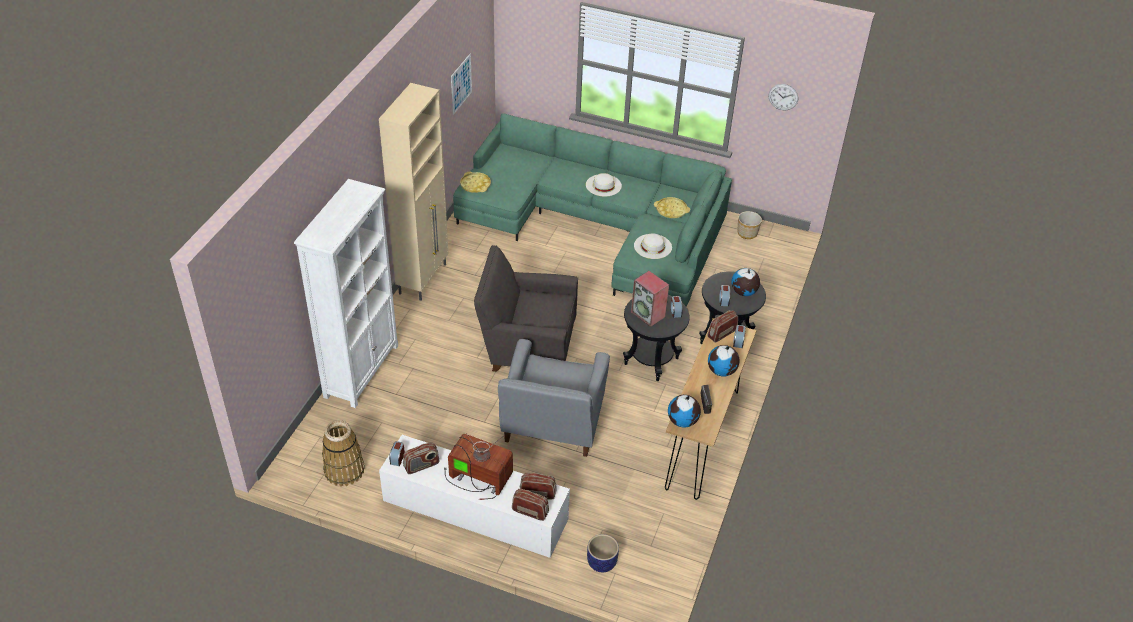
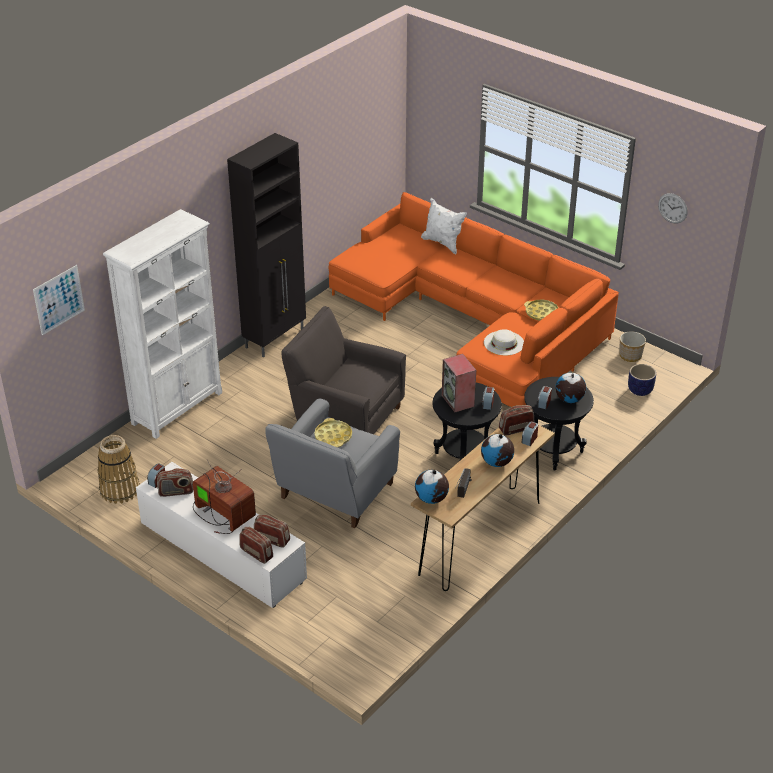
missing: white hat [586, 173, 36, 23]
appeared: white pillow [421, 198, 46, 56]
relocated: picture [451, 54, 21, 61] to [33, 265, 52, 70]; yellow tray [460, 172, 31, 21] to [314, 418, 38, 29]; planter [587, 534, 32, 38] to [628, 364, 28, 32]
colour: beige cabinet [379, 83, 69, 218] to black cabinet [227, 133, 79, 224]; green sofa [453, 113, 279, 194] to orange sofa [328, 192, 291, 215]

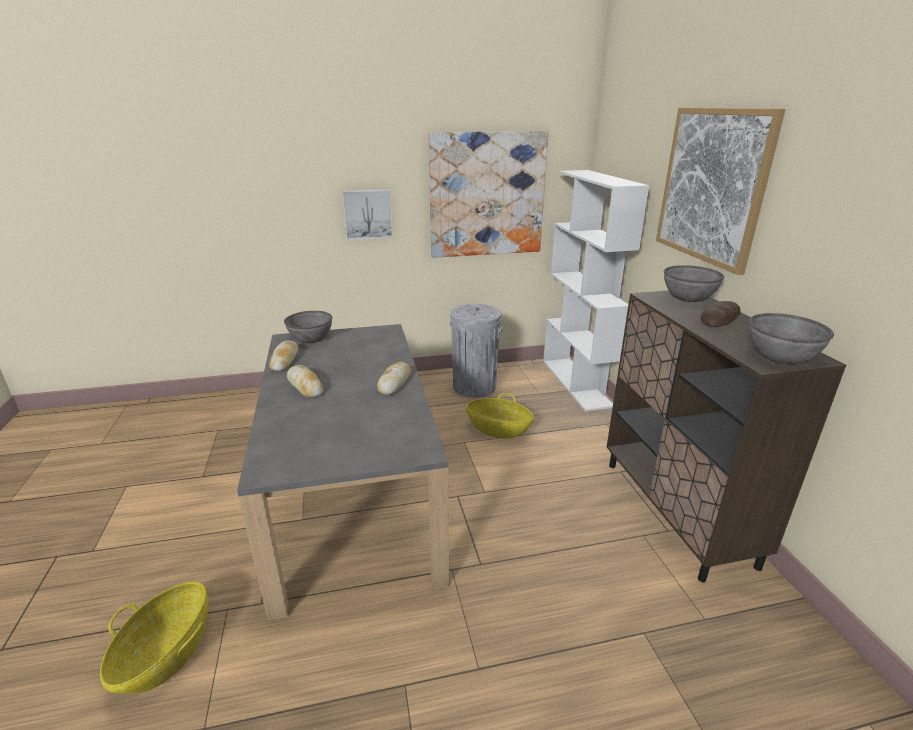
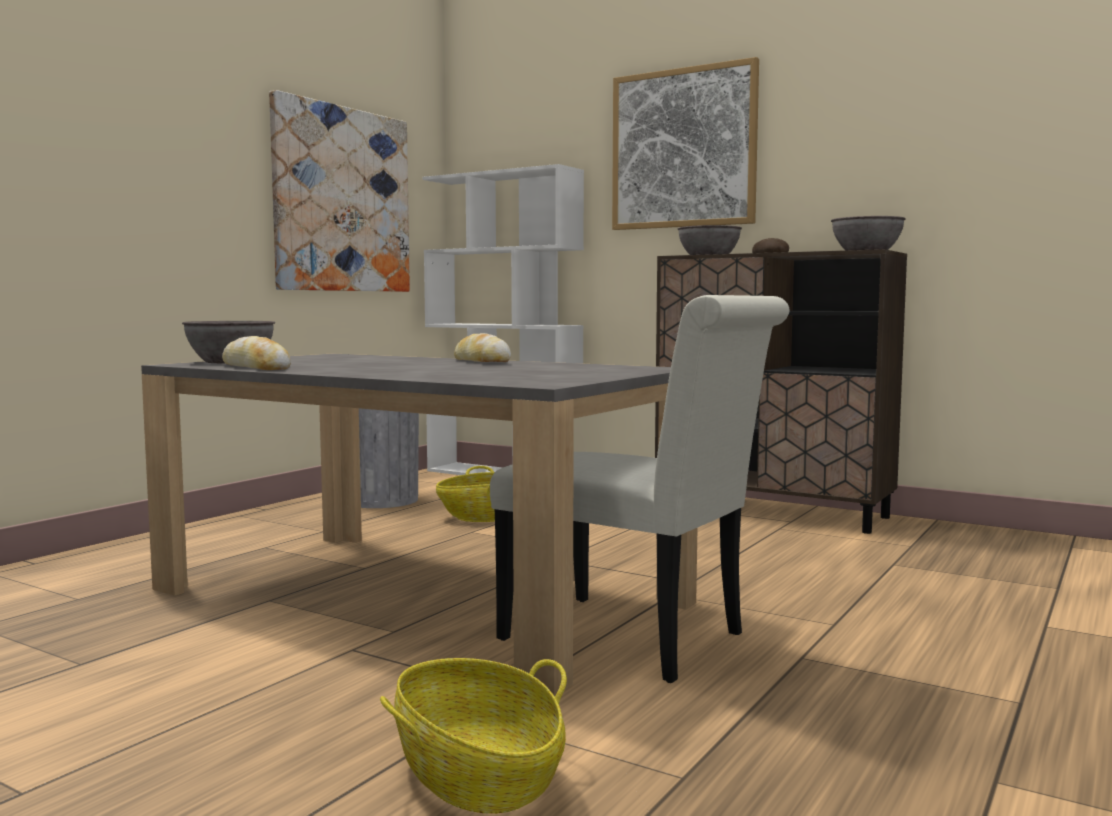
missing: bread [287, 365, 36, 33]; picture [342, 189, 51, 51]
appeared: white chair [490, 295, 299, 388]

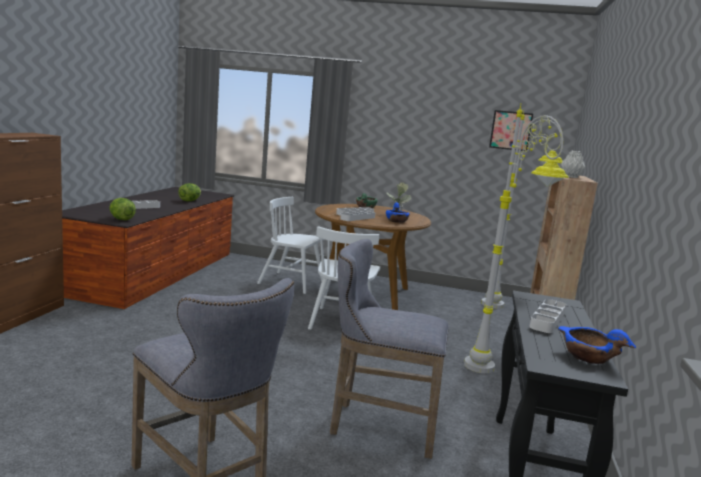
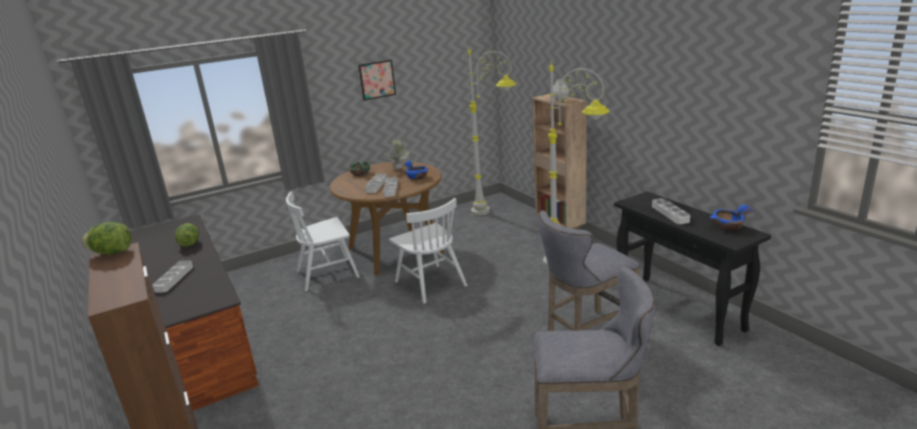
relocated: lettuce [109, 198, 27, 22] to [82, 222, 49, 33]; picture [489, 110, 44, 41] to [358, 60, 38, 41]

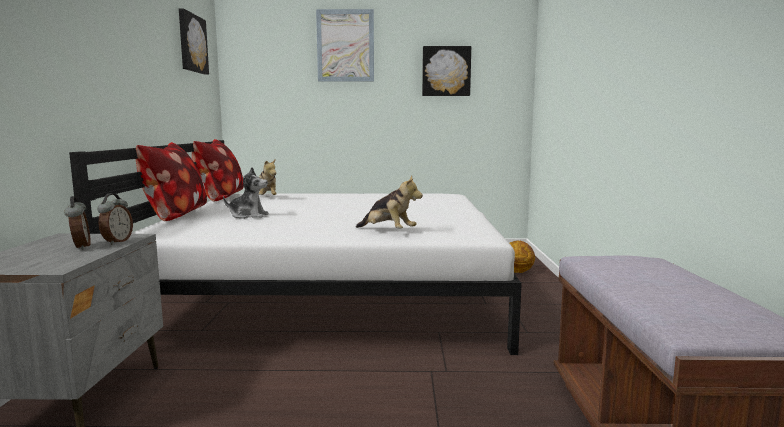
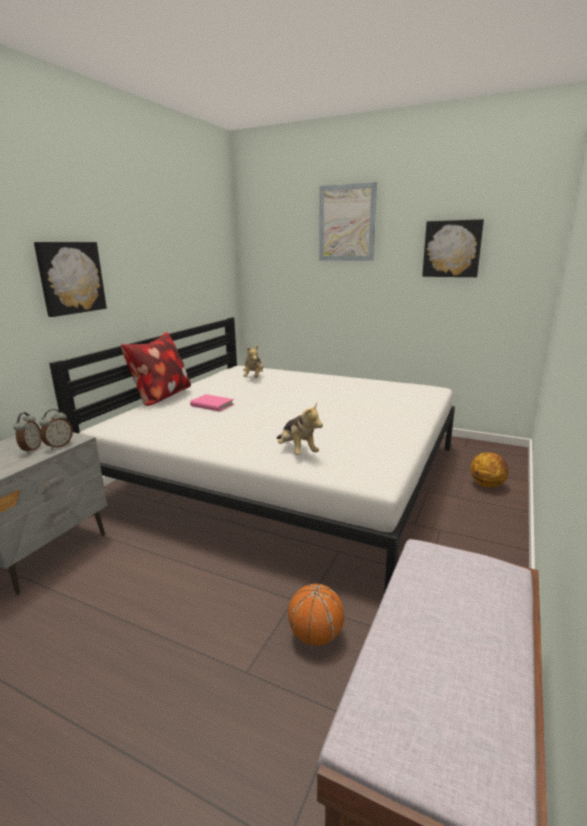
missing: pillow [192, 139, 52, 63]
appeared: basketball [288, 584, 56, 62]
relocated: picture [179, 9, 30, 66] to [34, 242, 73, 75]
exchanged: plush toy [223, 167, 46, 52] to pink book [190, 394, 44, 18]

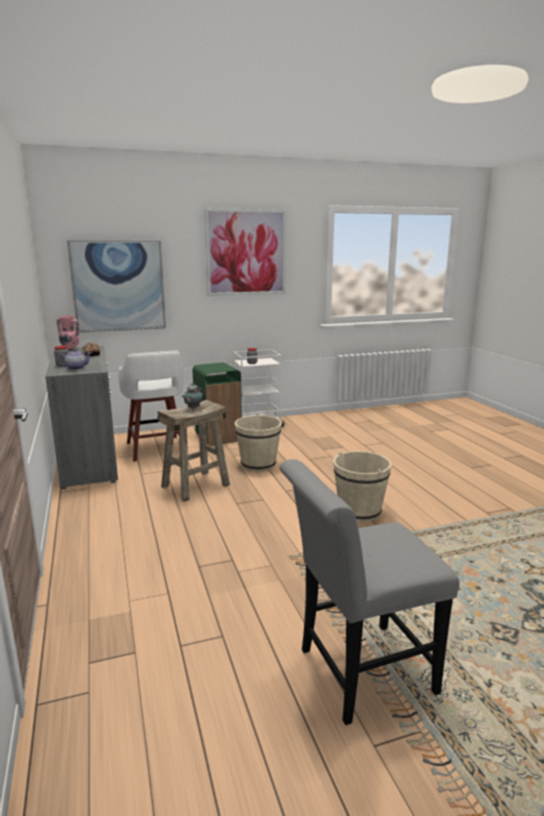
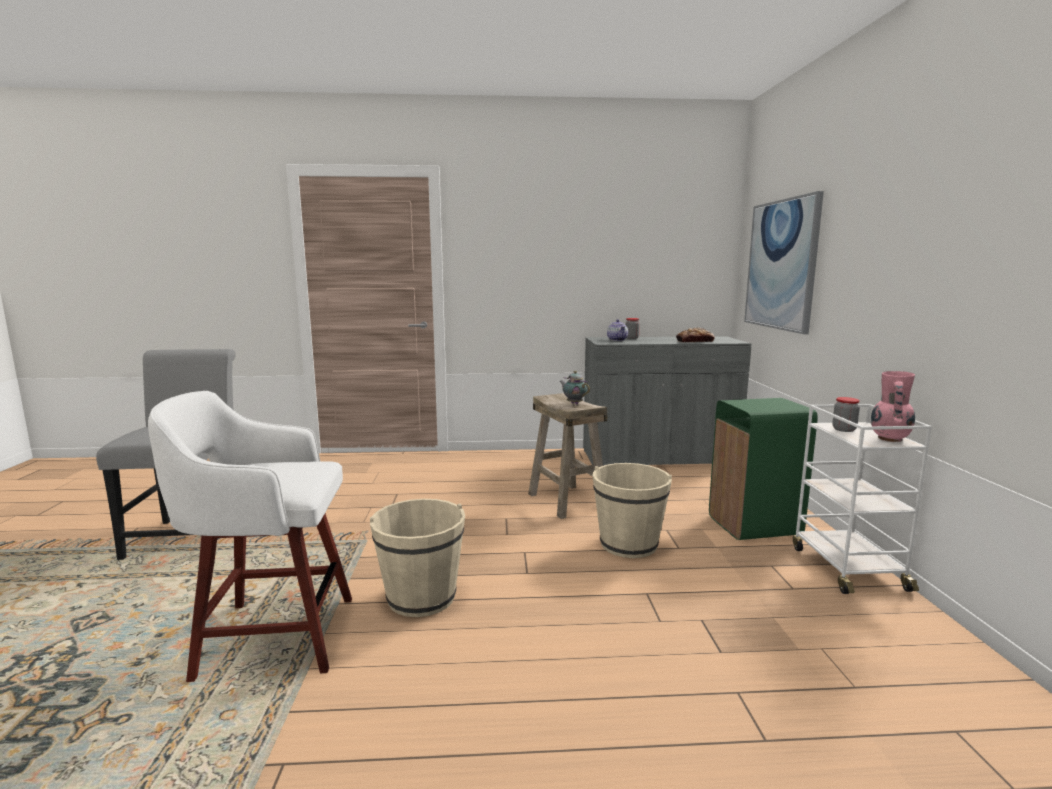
missing: picture [204, 208, 82, 88]
relocated: pink vase [57, 315, 23, 35] to [871, 371, 44, 71]; white stool [118, 351, 65, 110] to [148, 391, 204, 291]

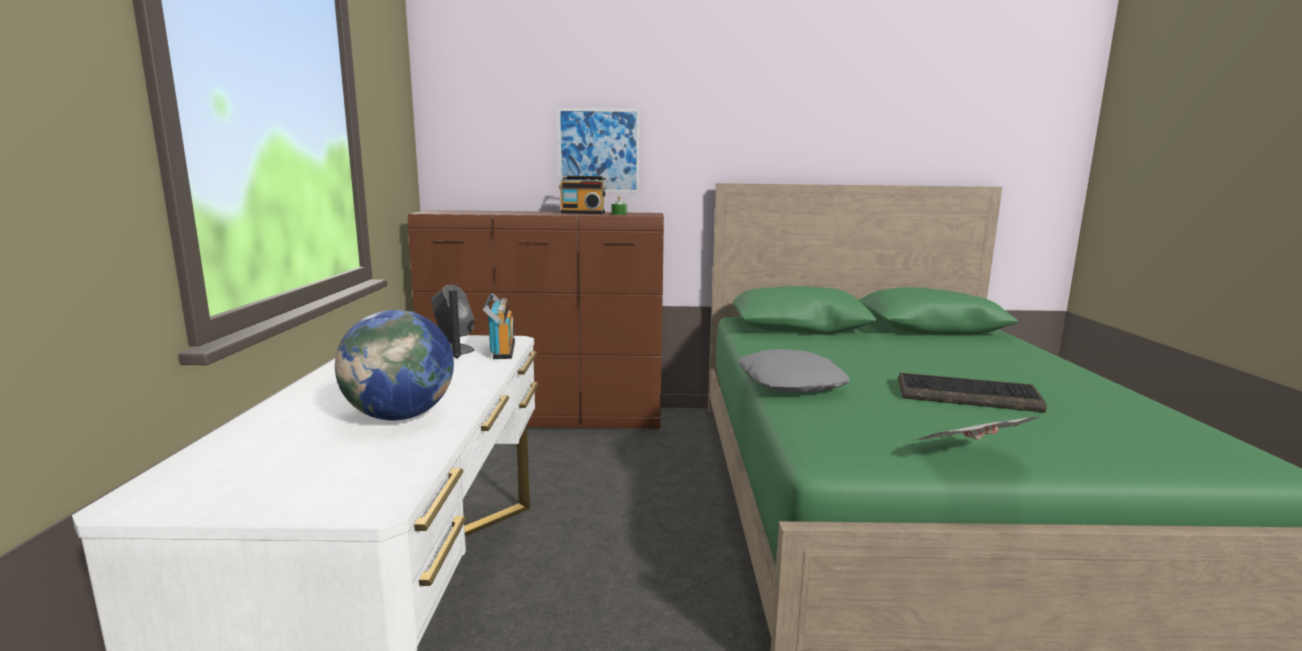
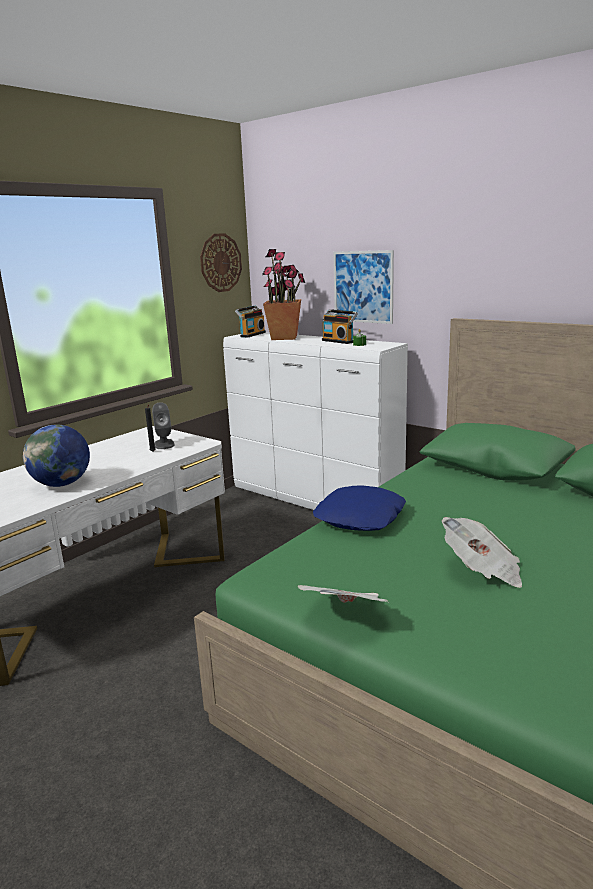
appeared: wall clock [200, 233, 42, 59]; potted plant [262, 249, 43, 91]
relocated: radio [483, 293, 32, 66] to [235, 305, 31, 32]
exchanged: keyboard [898, 373, 148, 39] to newspaper [442, 517, 80, 71]
colour: brown dresser [408, 210, 256, 219] to white dresser [223, 332, 185, 178]; grey pillow [738, 349, 111, 43] to blue pillow [313, 485, 93, 46]

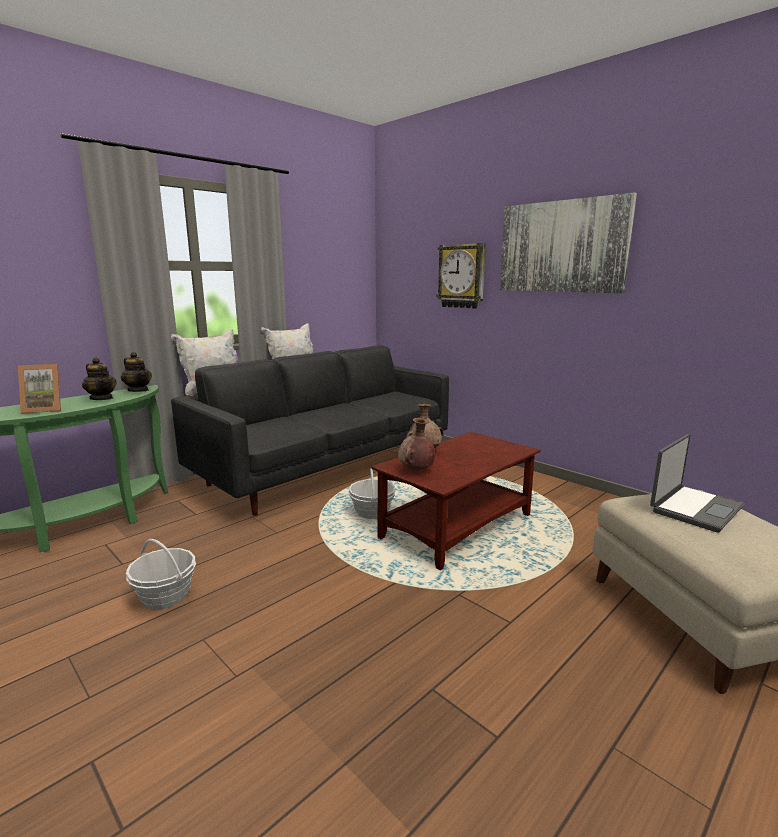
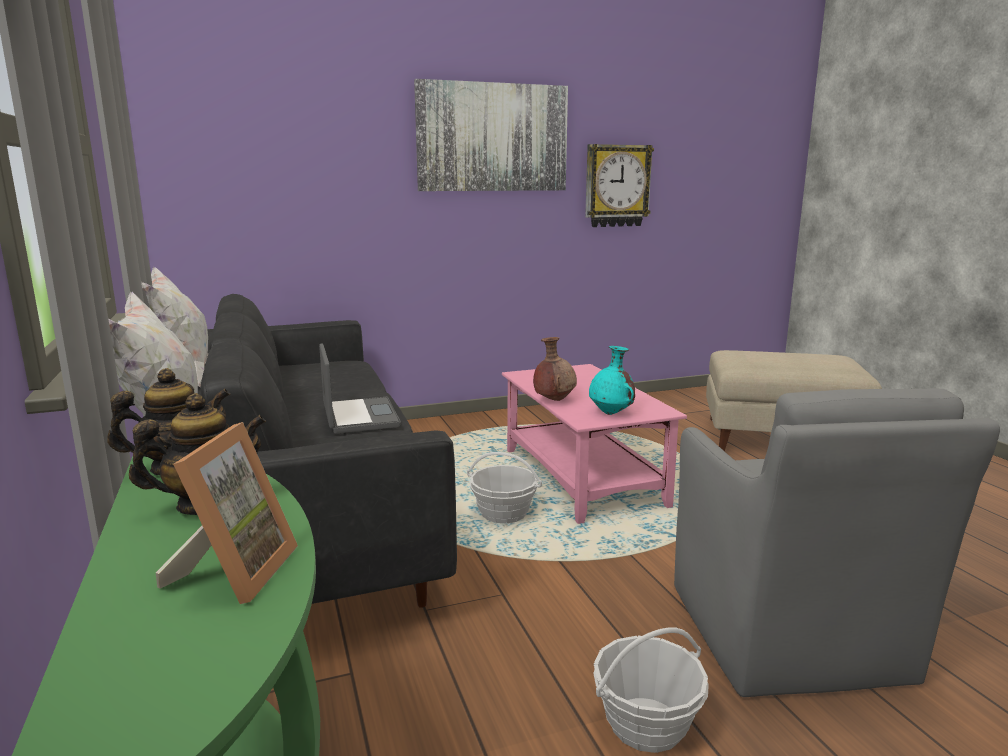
appeared: grey armchair [674, 388, 326, 309]
relocated: wall clock [436, 243, 50, 66] to [585, 144, 69, 83]; laptop [650, 434, 95, 99] to [319, 344, 82, 90]
colour: brown coffee table [371, 432, 170, 138] to pink coffee table [502, 364, 185, 160]; brown vase [398, 418, 37, 53] to turquoise vase [589, 346, 46, 69]

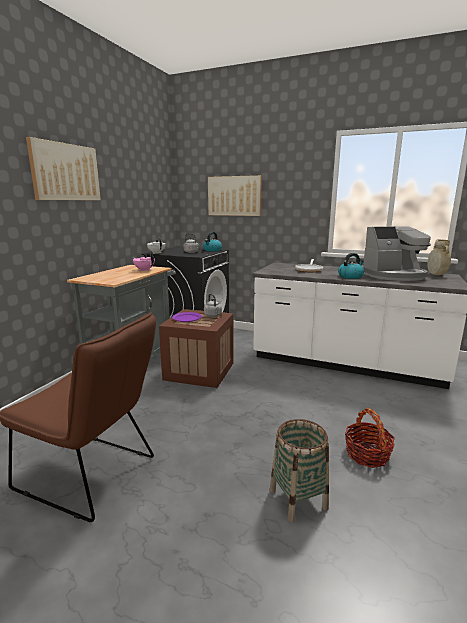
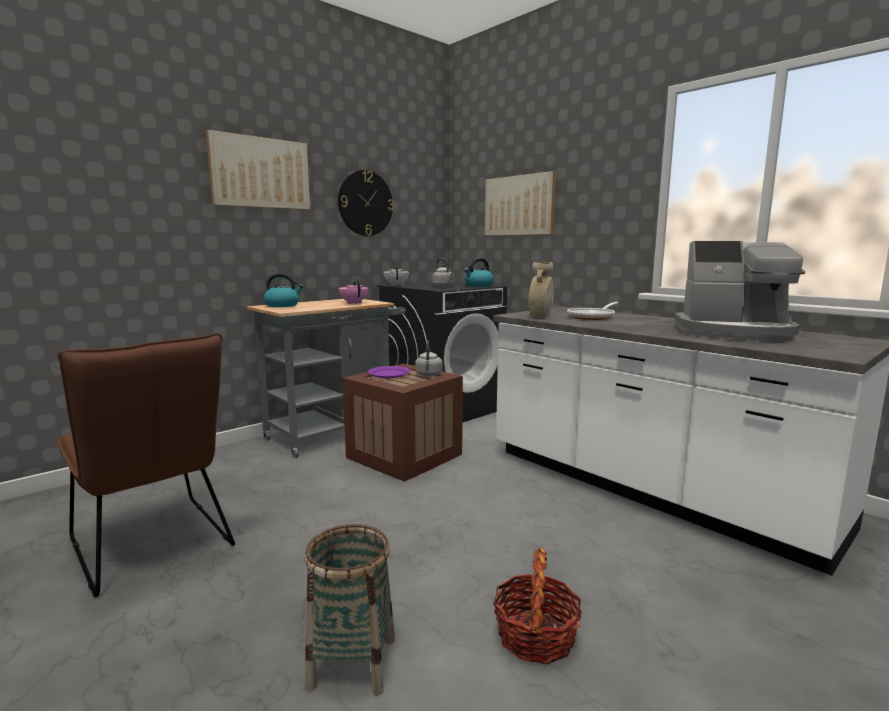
appeared: wall clock [338, 170, 56, 66]
relocated: kettle [338, 253, 26, 26] to [264, 273, 39, 34]; beige vase [427, 239, 24, 36] to [529, 262, 25, 56]

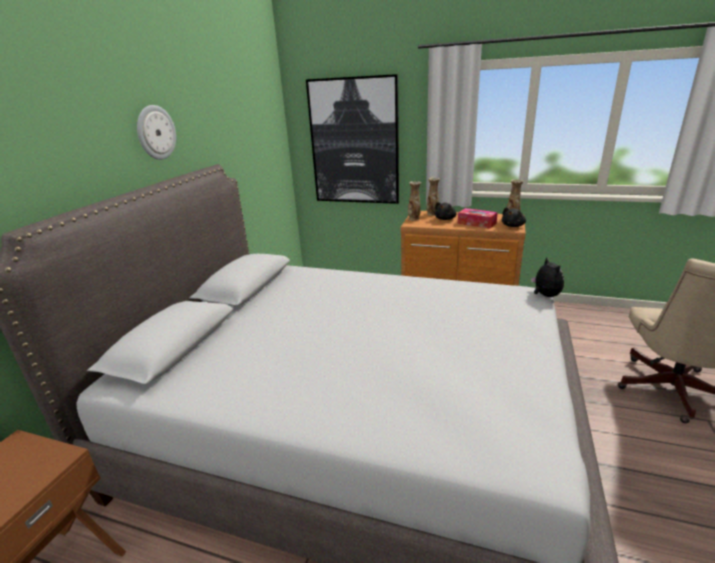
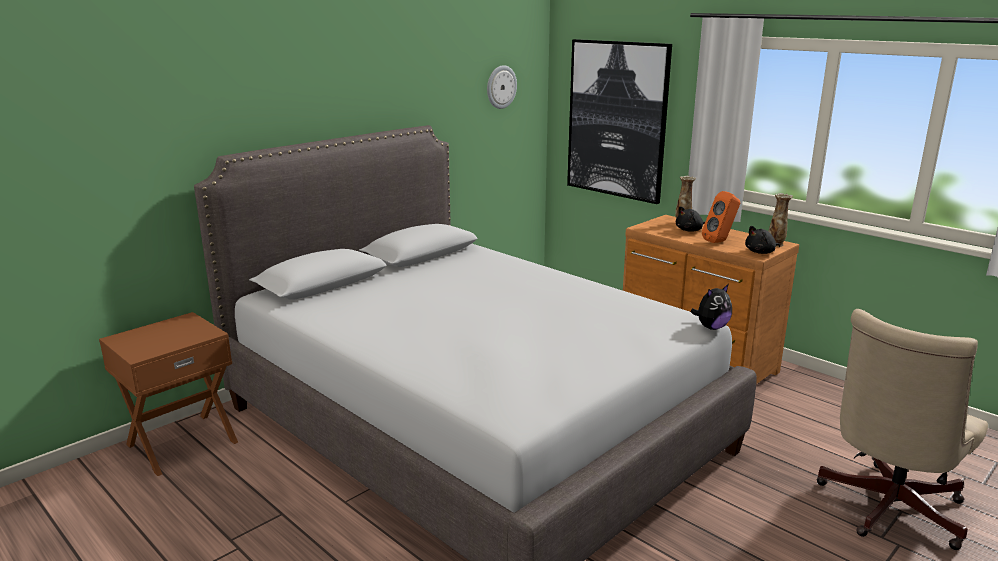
missing: vase [408, 181, 13, 40]
relocated: wall clock [137, 105, 39, 55] to [487, 65, 30, 44]
exchanged: tissue box [458, 208, 40, 21] to orange speaker [702, 191, 38, 52]
spun: plush toy [531, 258, 33, 39] = [690, 285, 42, 45] 45 degrees clockwise

